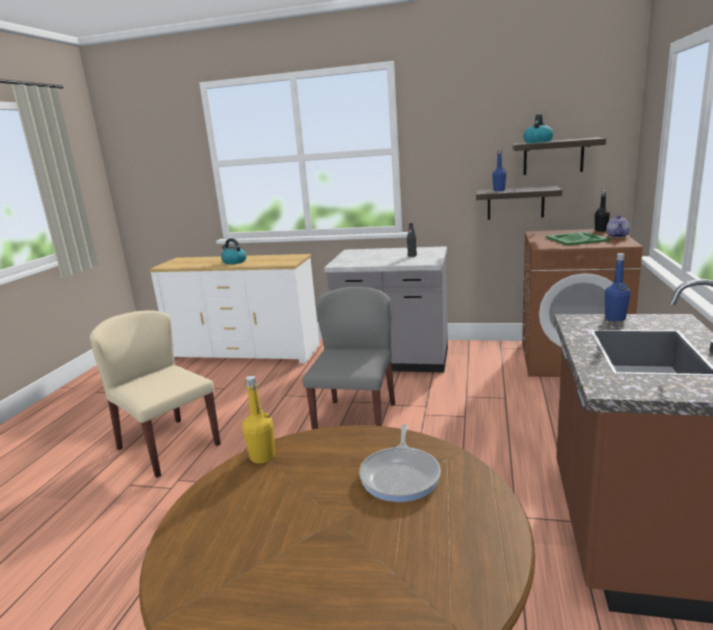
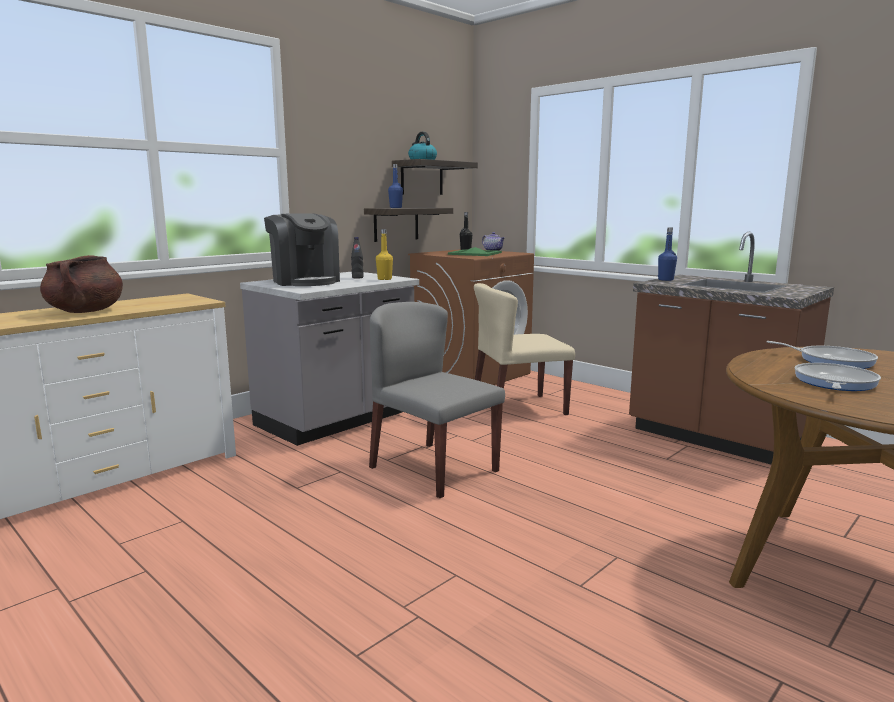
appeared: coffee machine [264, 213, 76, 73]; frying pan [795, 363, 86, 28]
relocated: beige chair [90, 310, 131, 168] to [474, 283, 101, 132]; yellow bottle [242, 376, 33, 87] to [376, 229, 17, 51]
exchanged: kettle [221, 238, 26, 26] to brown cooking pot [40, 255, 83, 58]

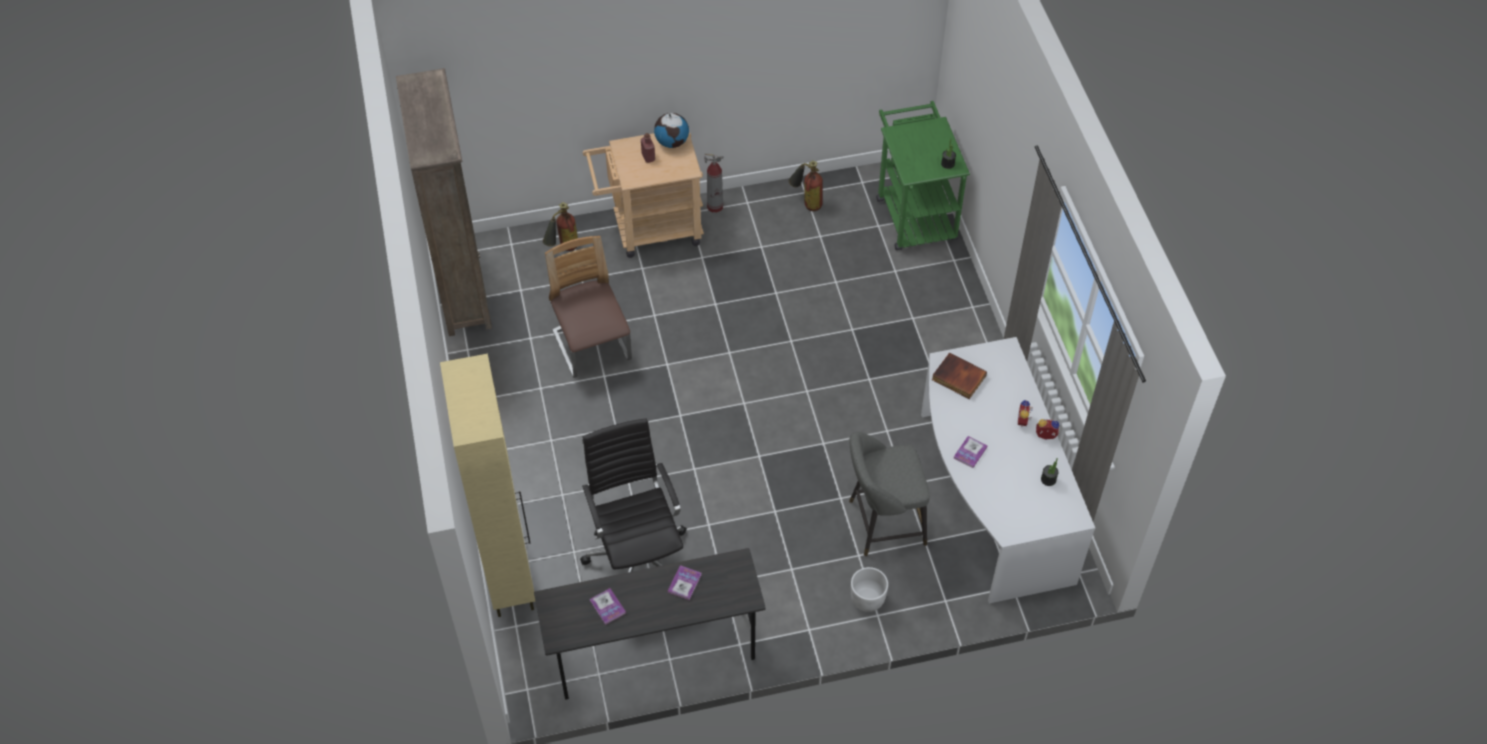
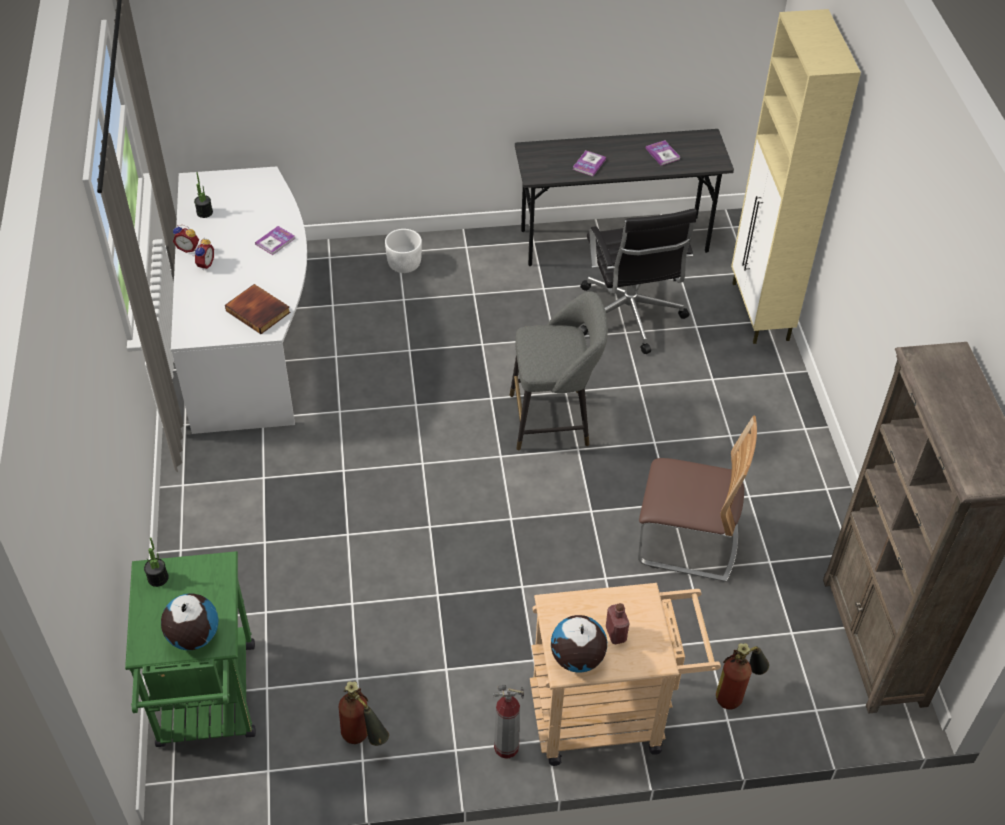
appeared: globe [161, 594, 57, 56]
relocated: grey stool [849, 432, 81, 124] to [510, 291, 98, 159]
spun: chair [545, 236, 87, 142] = [638, 416, 119, 166] 60 degrees counterclockwise

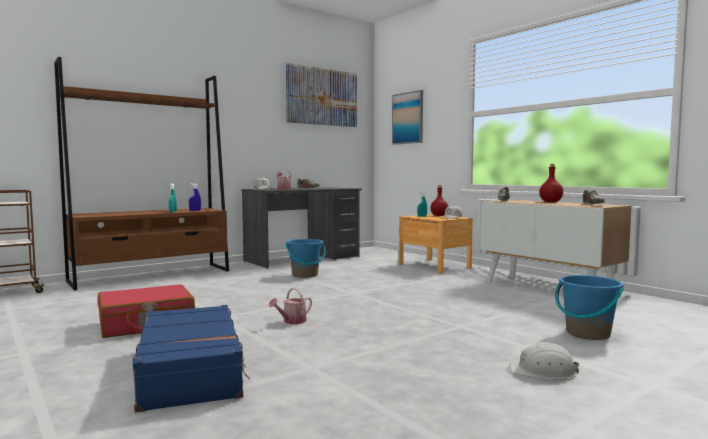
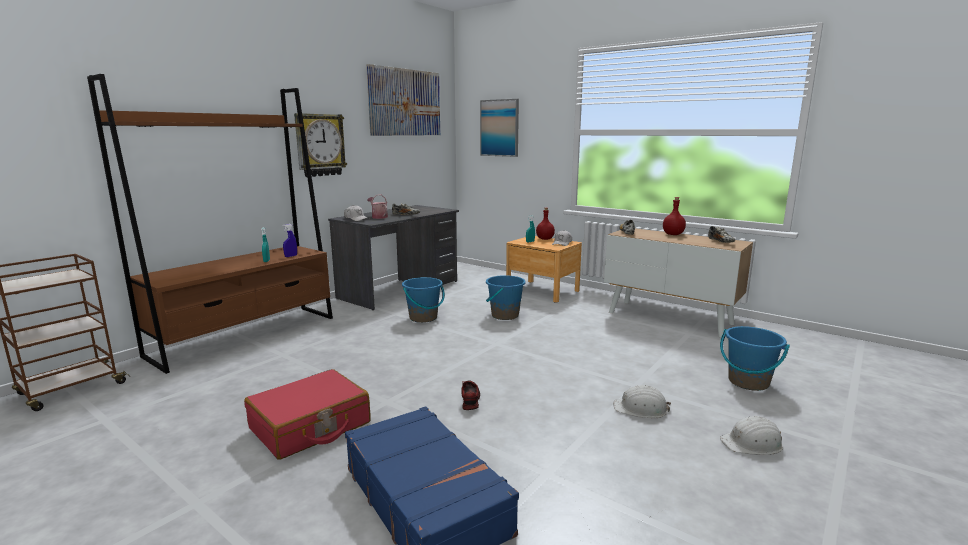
appeared: wall clock [294, 113, 53, 64]; blue bucket [486, 275, 40, 45]; white hard hat [613, 385, 58, 33]
exchanged: watering can [269, 288, 43, 36] to shoe [462, 380, 18, 30]

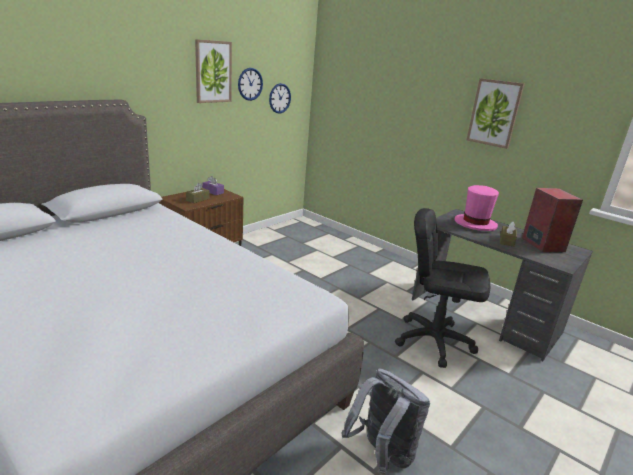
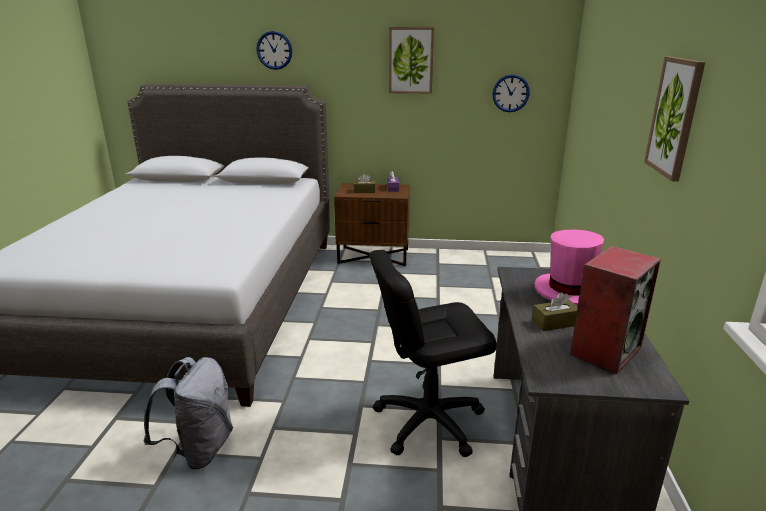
relocated: wall clock [238, 68, 25, 33] to [256, 31, 36, 39]
spun: black office chair [395, 208, 95, 160] = [369, 250, 128, 207] 90 degrees counterclockwise

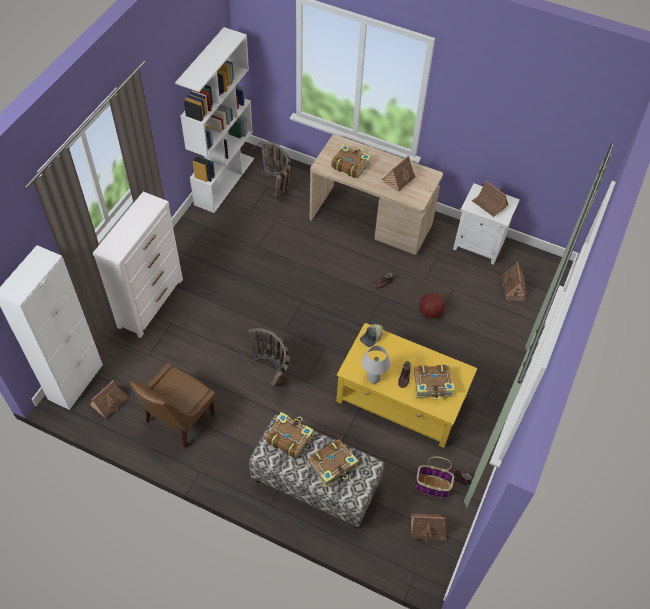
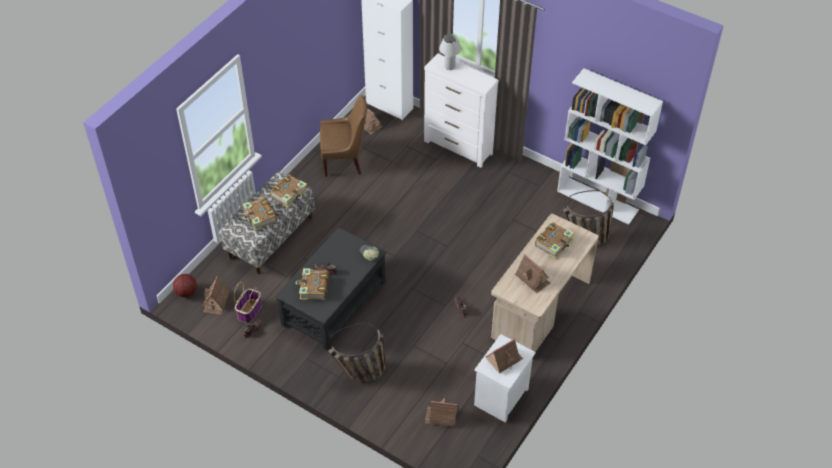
relocated: basket [239, 328, 50, 59] to [328, 322, 57, 60]; white table lamp [362, 346, 28, 38] to [439, 34, 22, 36]; basketball [419, 293, 26, 25] to [173, 274, 24, 23]
colour: yellow coffee table [336, 323, 141, 125] to black coffee table [275, 227, 111, 124]
spun: brown chair [130, 363, 85, 85] = [320, 95, 47, 82] 135 degrees clockwise

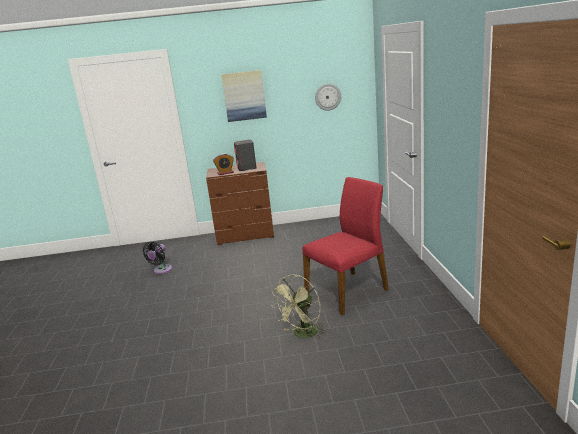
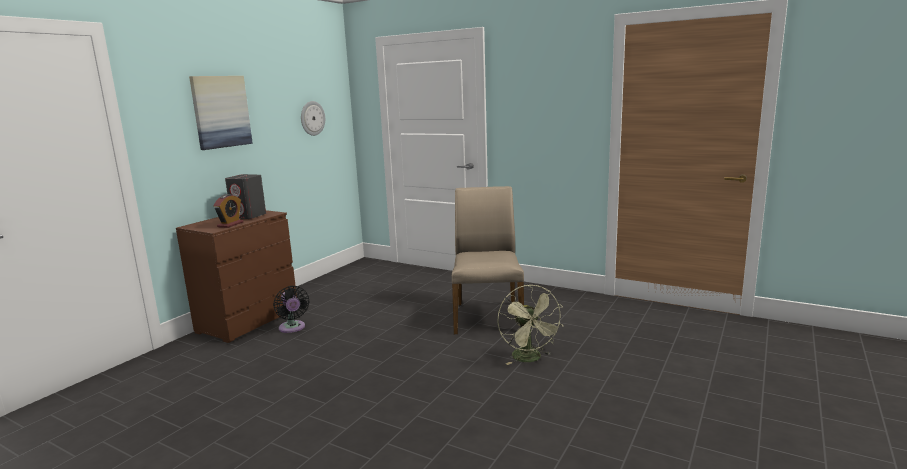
relocated: black fan [143, 242, 29, 32] to [273, 286, 36, 47]
colour: red chair [303, 177, 86, 138] to beige chair [452, 186, 72, 148]

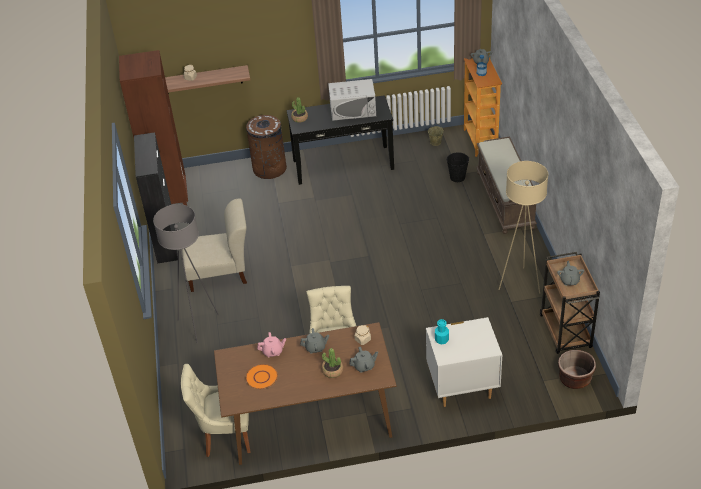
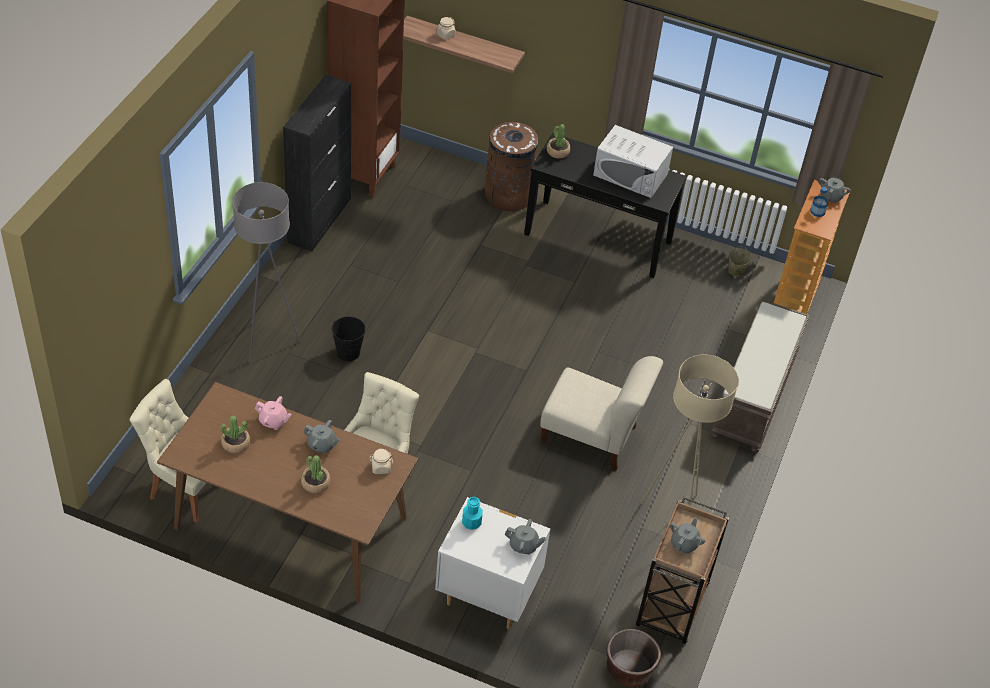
relocated: beige chair [182, 198, 65, 94] to [540, 356, 123, 114]; grey teapot [349, 347, 29, 26] to [505, 519, 41, 36]; black bucket [447, 152, 22, 30] to [332, 316, 34, 45]
exchanged: orange plate [245, 364, 33, 25] to potted plant [221, 416, 29, 37]

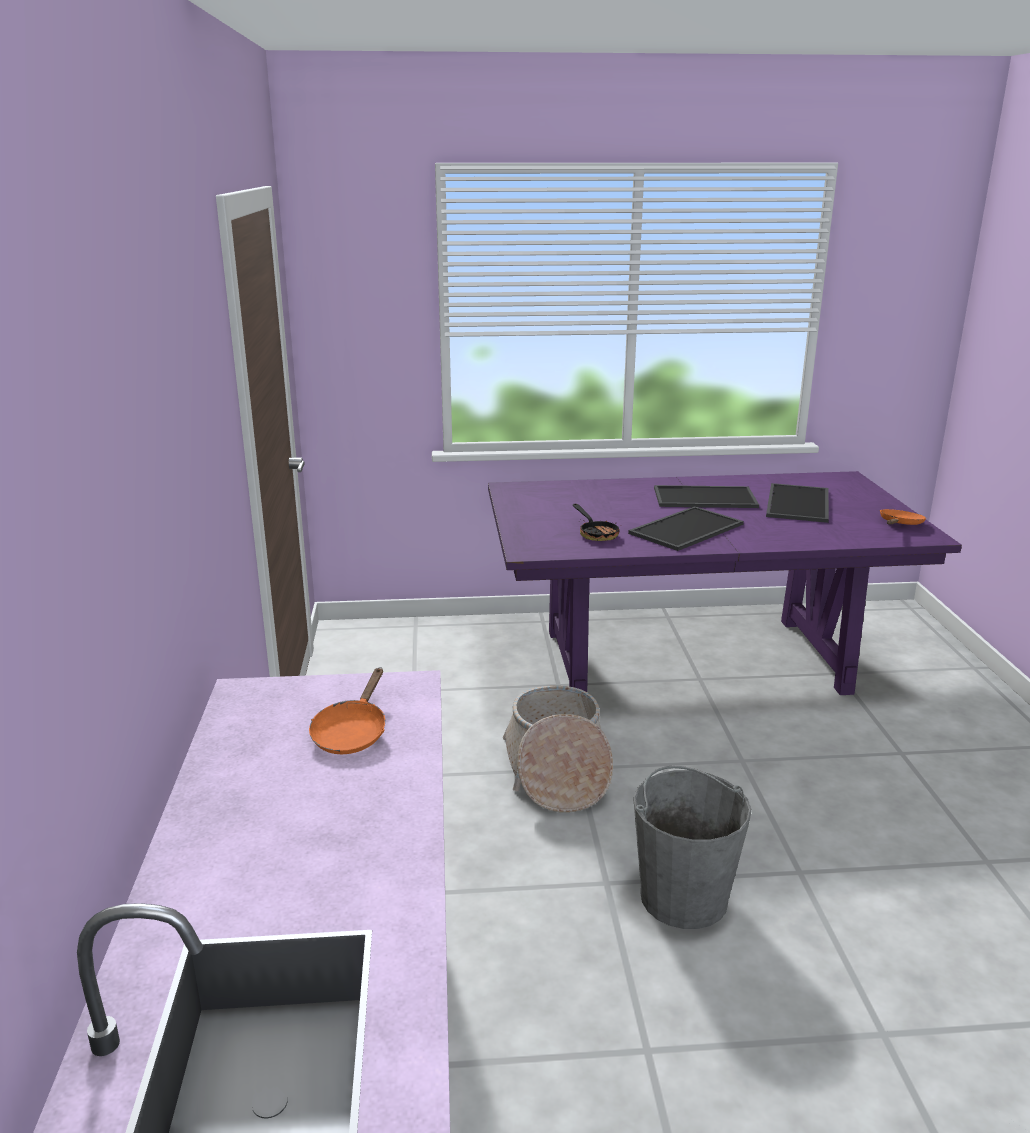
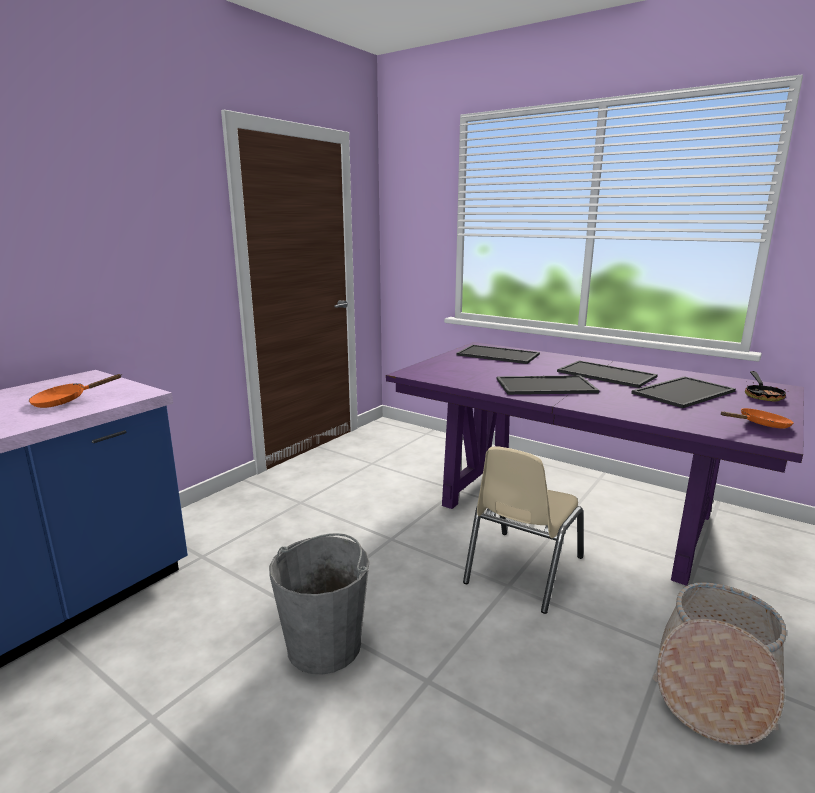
appeared: tray [456, 345, 84, 19]; beige chair [463, 446, 120, 168]
relocated: basket [503, 685, 110, 128] to [652, 582, 135, 163]; frying pan [573, 504, 48, 37] to [745, 371, 43, 31]

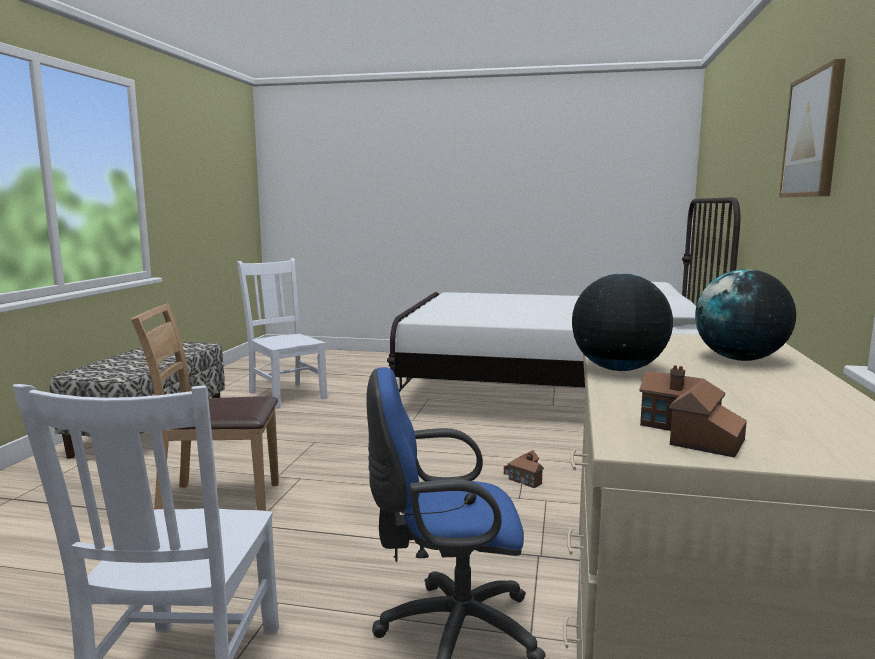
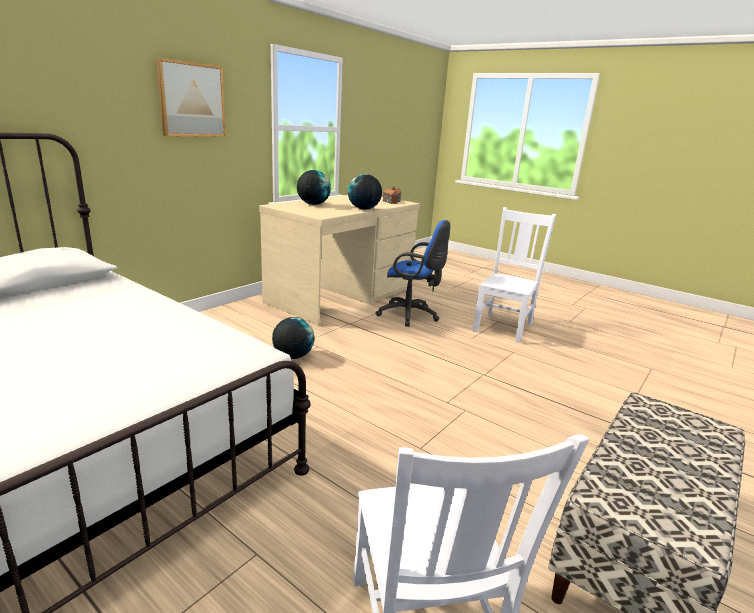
missing: brown chair [131, 303, 148, 208]
exchanged: toy house [504, 450, 40, 38] to globe [272, 317, 43, 42]

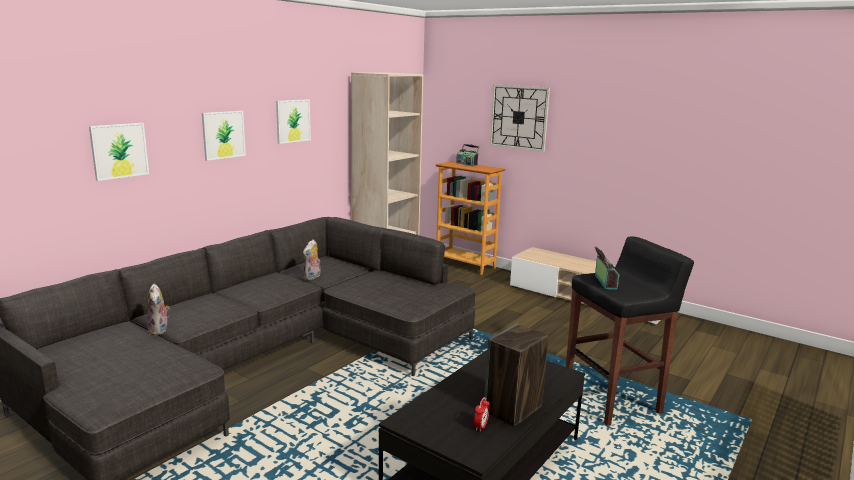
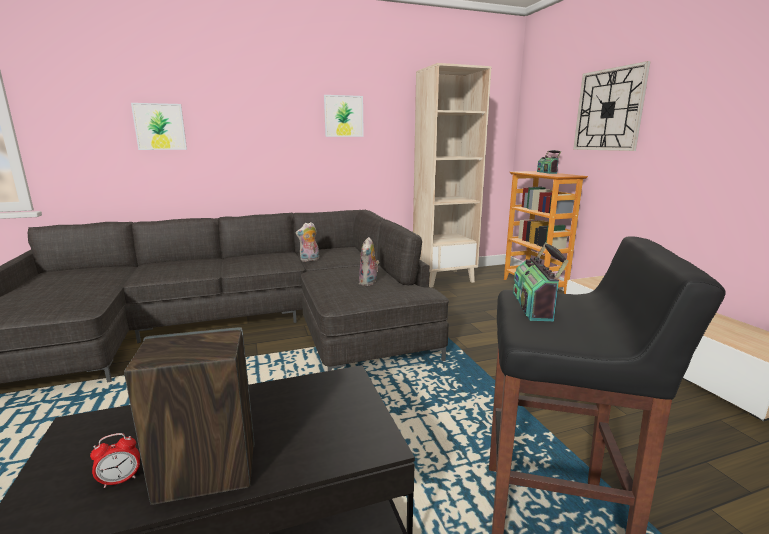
missing: picture [202, 111, 44, 50]
relocated: plush toy [147, 284, 23, 51] to [359, 237, 21, 49]
spun: radio [595, 246, 24, 43] = [513, 242, 56, 79] 150 degrees clockwise

